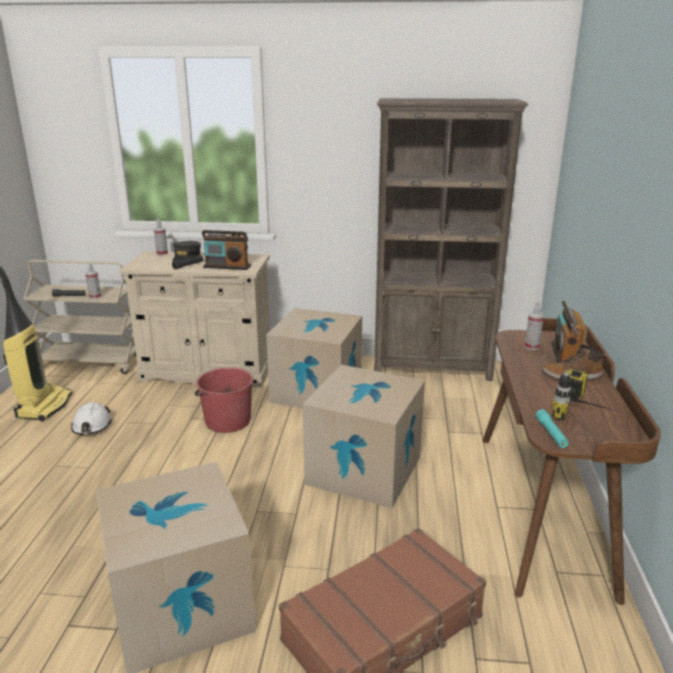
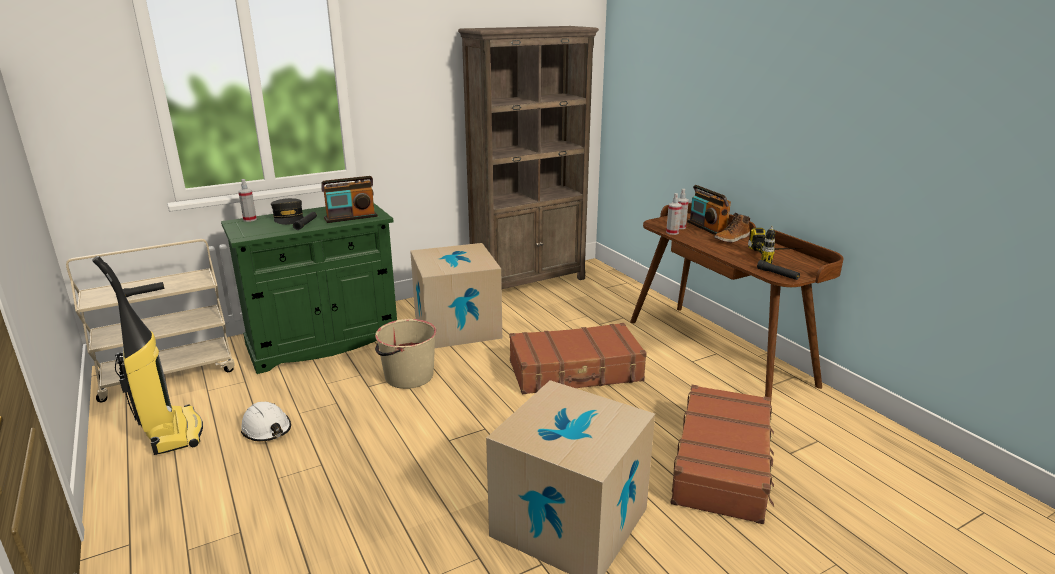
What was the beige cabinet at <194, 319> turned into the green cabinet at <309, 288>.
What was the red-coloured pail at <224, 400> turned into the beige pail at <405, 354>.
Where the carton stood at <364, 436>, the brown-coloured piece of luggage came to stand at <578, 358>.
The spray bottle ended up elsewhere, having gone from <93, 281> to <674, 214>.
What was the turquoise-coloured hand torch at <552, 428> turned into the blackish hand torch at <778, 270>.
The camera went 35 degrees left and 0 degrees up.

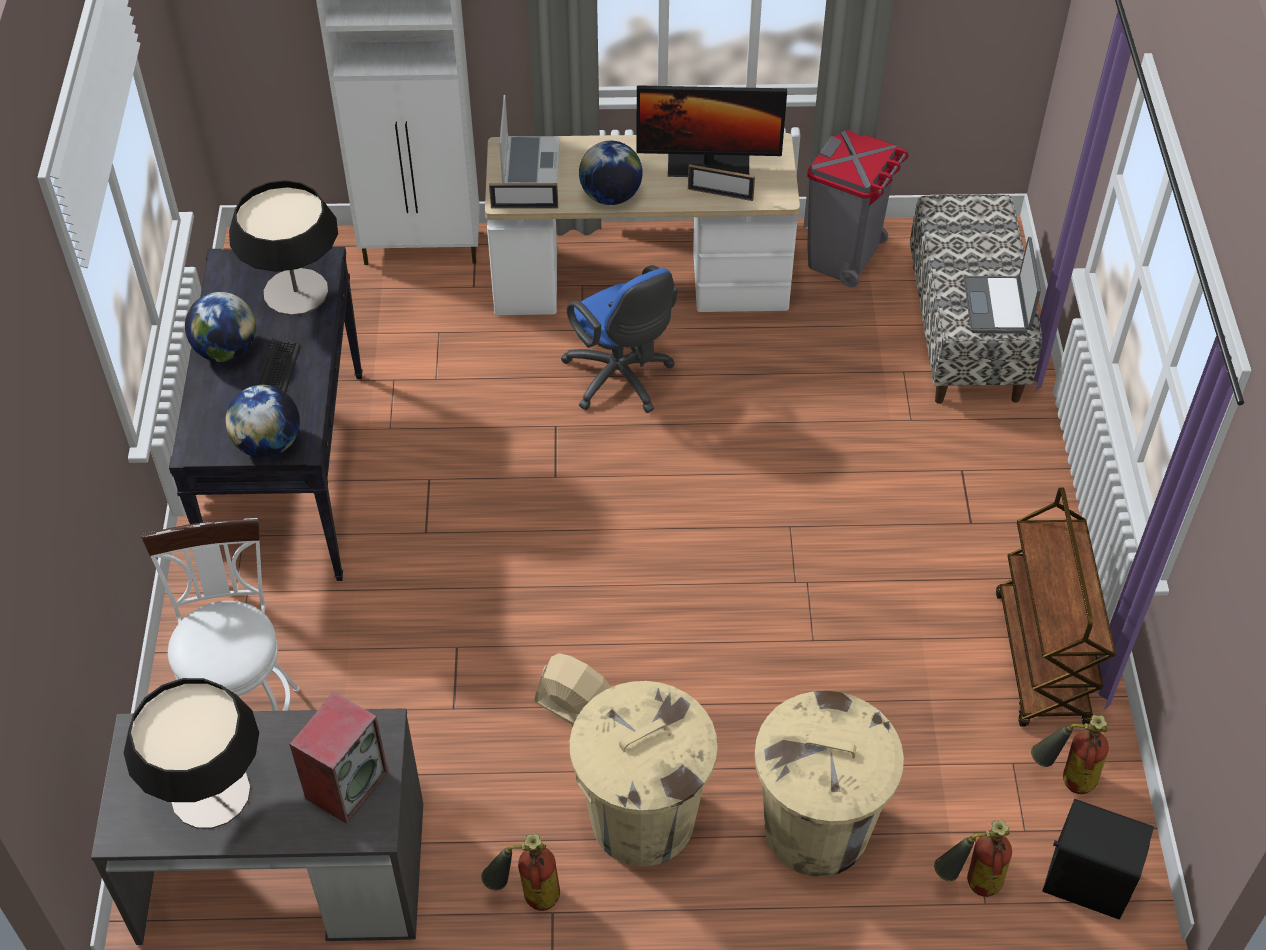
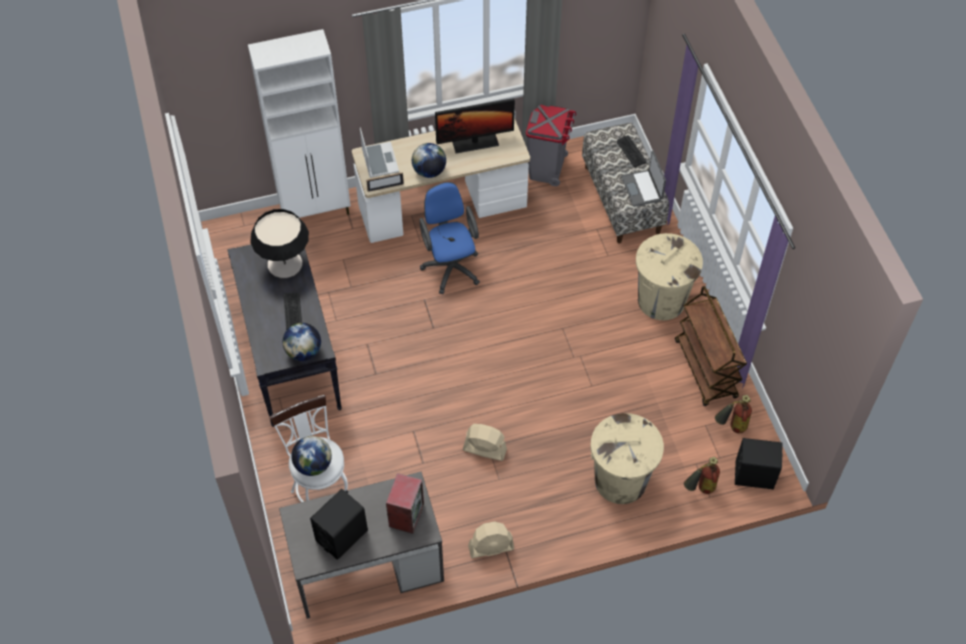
The world globe ended up elsewhere, having gone from <221, 327> to <311, 456>.
Where the tabletop lamp stood at <191, 753>, the blackish audio speaker came to stand at <339, 524>.
The bluish office chair at <619, 339> ended up facing another way, 150 degrees counterclockwise from before.
Where the fire-fighting cylinder stood at <520, 872>, the beige cooling fan came to stand at <491, 539>.
The second view gained the PC keyboard at <631, 151>.
The beige rubbish bin ended up elsewhere, having gone from <643, 773> to <669, 276>.
The second view lost the photo frame at <721, 182>.
The camera went 15 degrees left and 5 degrees up.

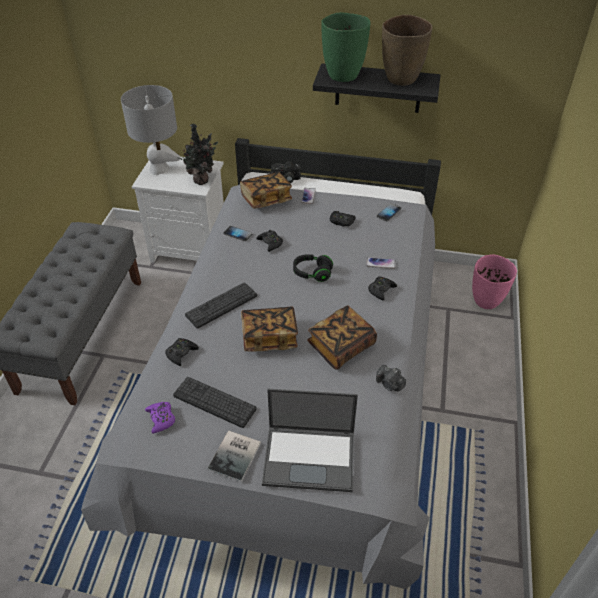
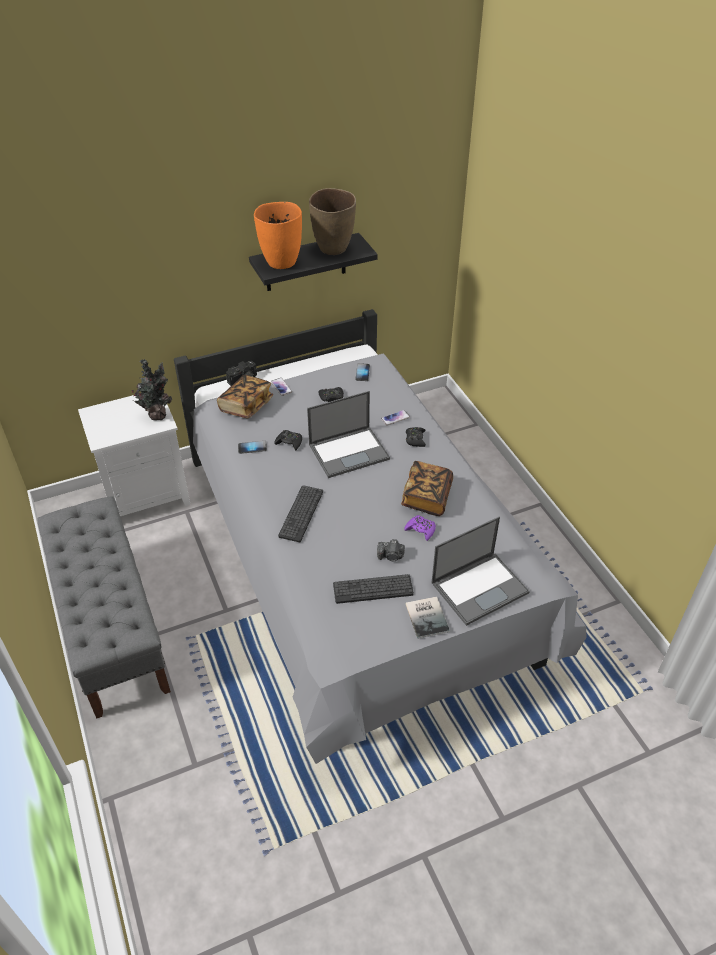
What was the green flower vase at <345, 47> turned into the orangey flower vase at <278, 235>.
Where the blackish headset stood at <313, 268>, the notebook computer came to stand at <348, 434>.
The still camera ended up elsewhere, having gone from <391, 378> to <391, 550>.
The purple-coloured gamepad ended up elsewhere, having gone from <160, 418> to <420, 528>.
The second view lost the gray tabletop lamp at <150, 130>.
The second view lost the blackish gamepad at <182, 352>.
The second view lost the bound book at <269, 329>.
The second view lost the pink-coloured flower vase at <494, 281>.
The camera went 35 degrees left and 0 degrees up.

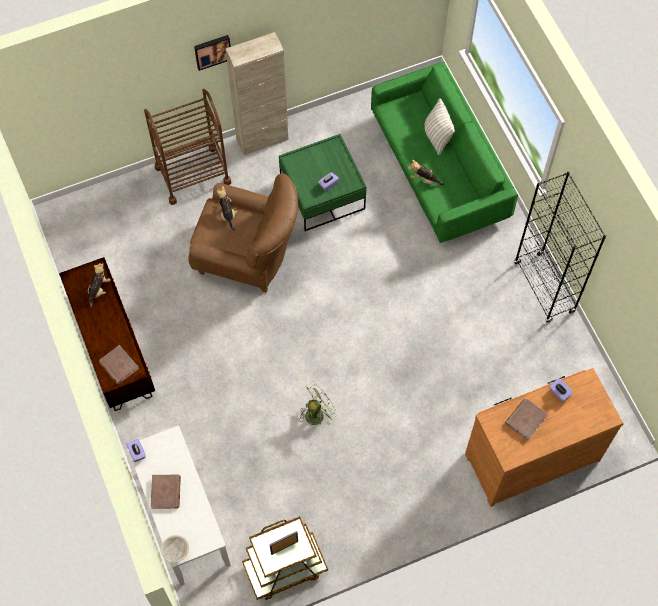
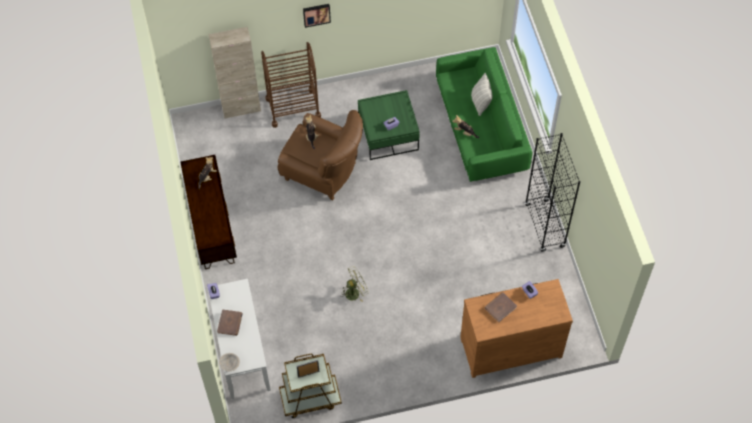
The beige cabinet ended up elsewhere, having gone from <257, 94> to <234, 73>.
The second view lost the brown-coloured bound book at <119, 364>.
The camera went 10 degrees right and 5 degrees down.

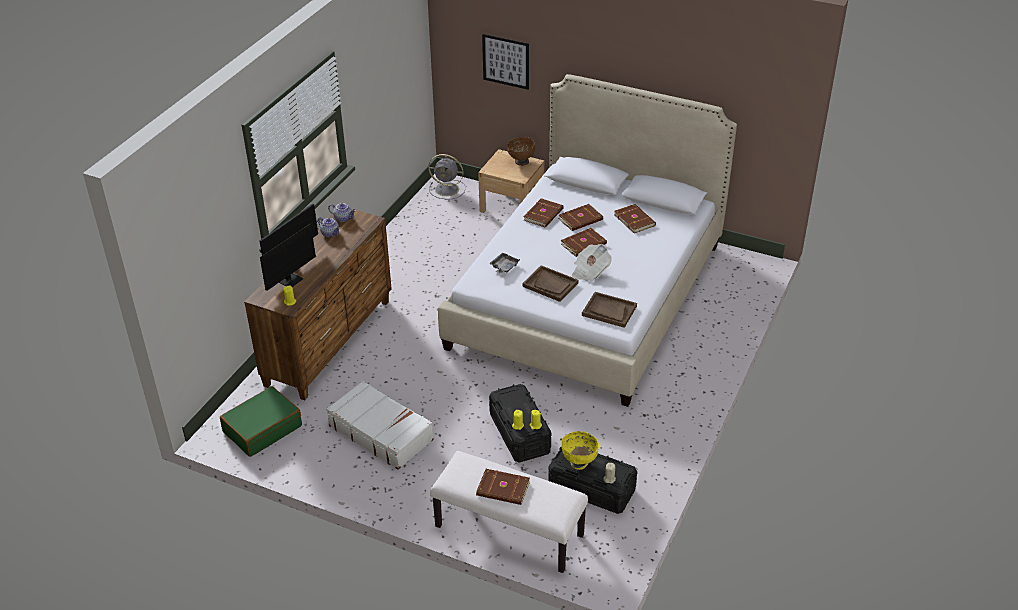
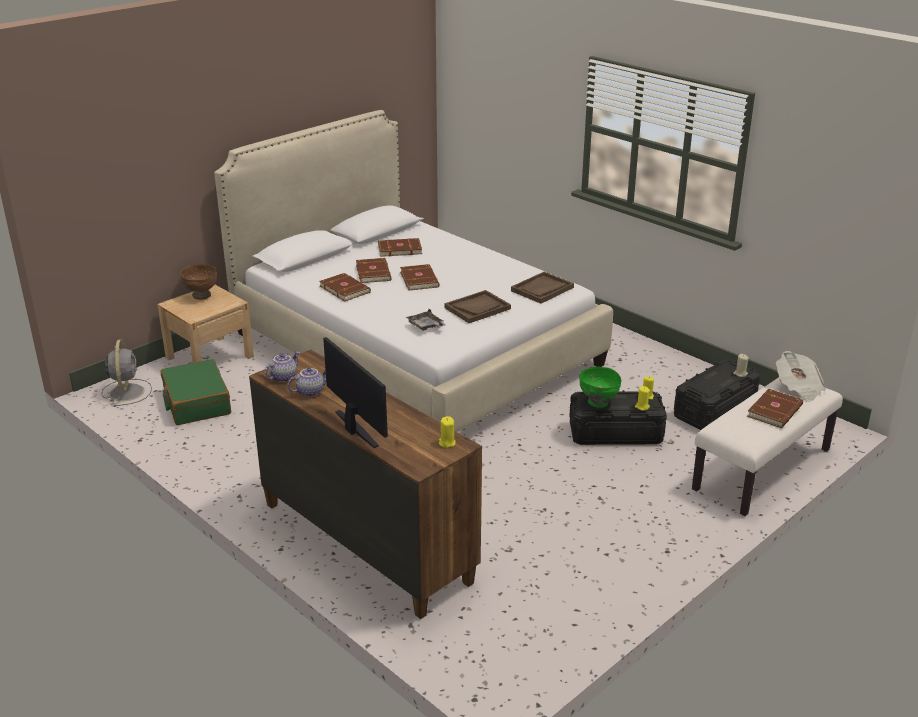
The gray cooling fan at <447, 176> ended up facing another way, 45 degrees counterclockwise from before.
The green piece of luggage ended up elsewhere, having gone from <261, 421> to <196, 392>.
The second view gained the green bowl at <600, 387>.
The printed paper ended up elsewhere, having gone from <592, 263> to <801, 376>.
The second view lost the computer display at <293, 256>.
The second view lost the whitish piece of luggage at <380, 425>.
The second view lost the wall picture at <505, 62>.
The second view lost the yellowish bowl at <580, 450>.
The camera went 70 degrees left and 10 degrees down.

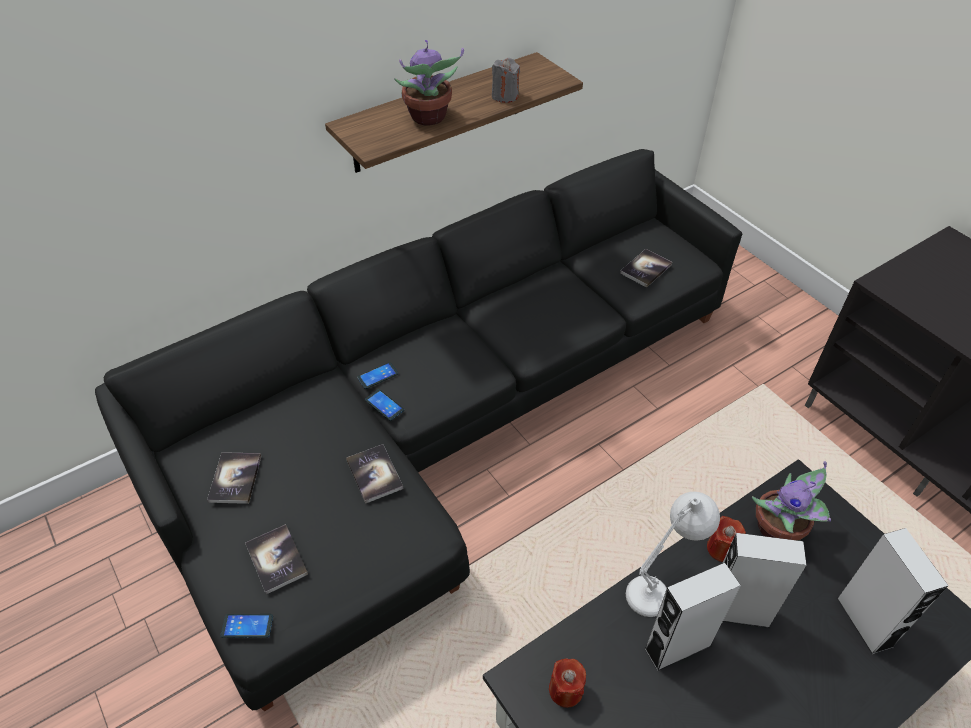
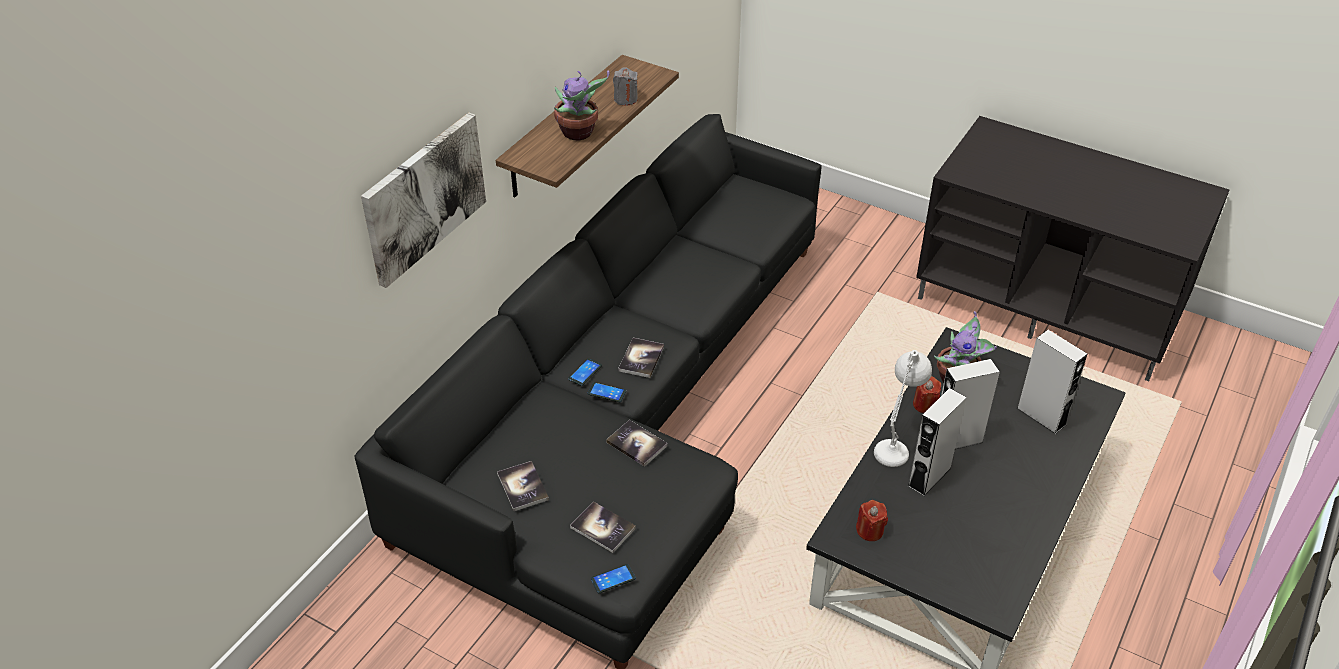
The second view gained the wall picture at <423, 200>.
The bound book ended up elsewhere, having gone from <646, 268> to <641, 358>.
The camera went 25 degrees left and 5 degrees down.

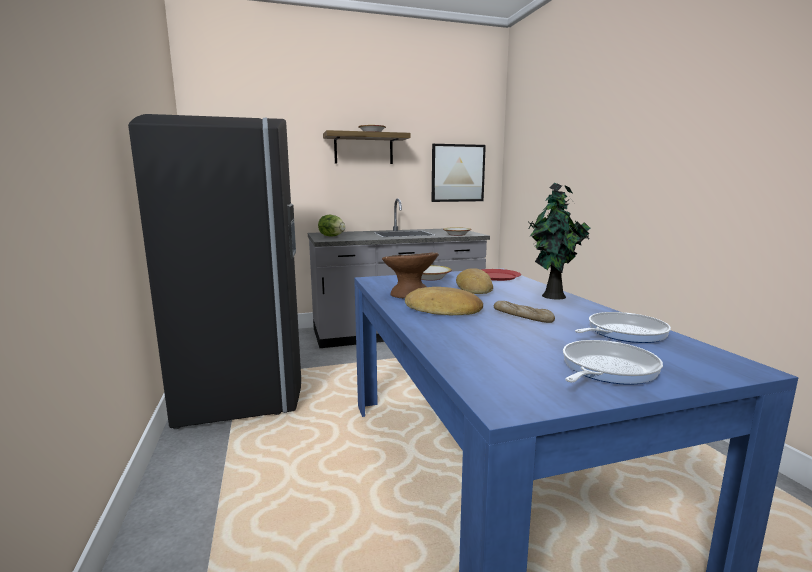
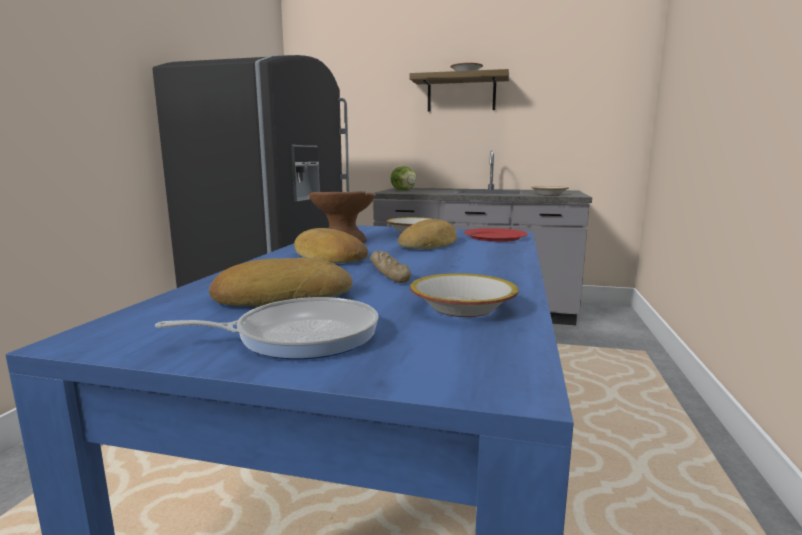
The second view gained the bakery bread at <281, 282>.
Where the frying pan stood at <623, 327>, the bowl came to stand at <464, 295>.
The second view lost the wall picture at <459, 173>.
The second view lost the houseplant at <559, 240>.
The camera went 30 degrees right and 0 degrees up.

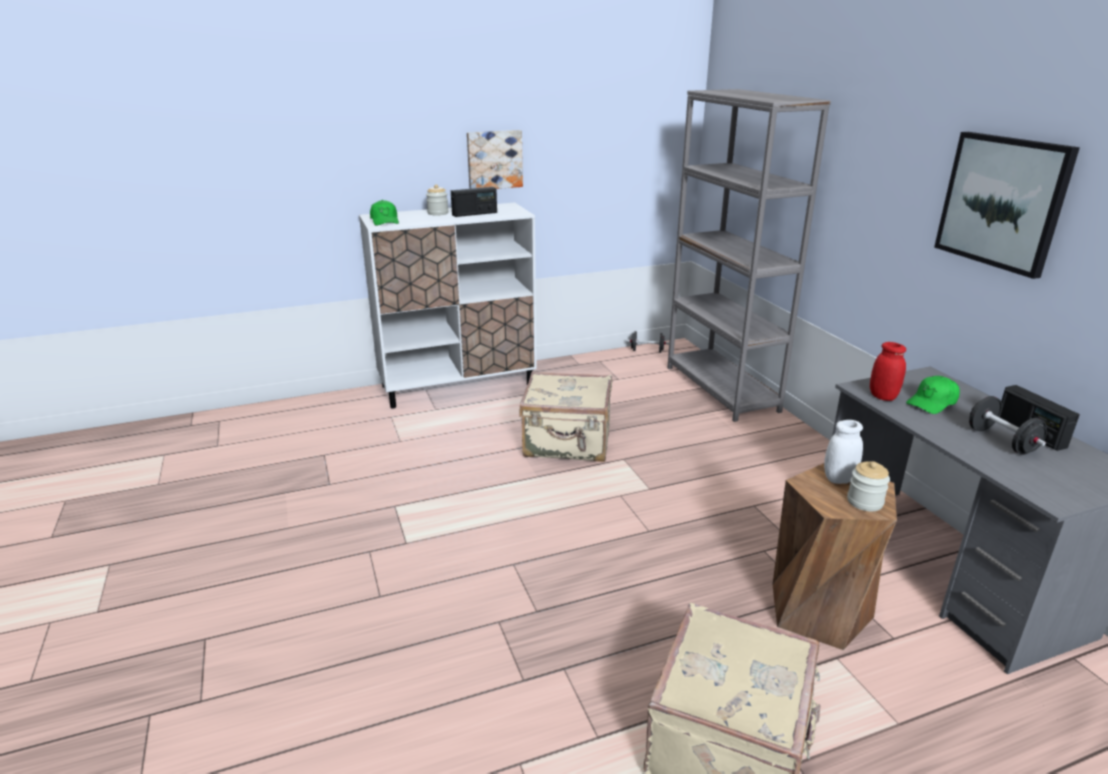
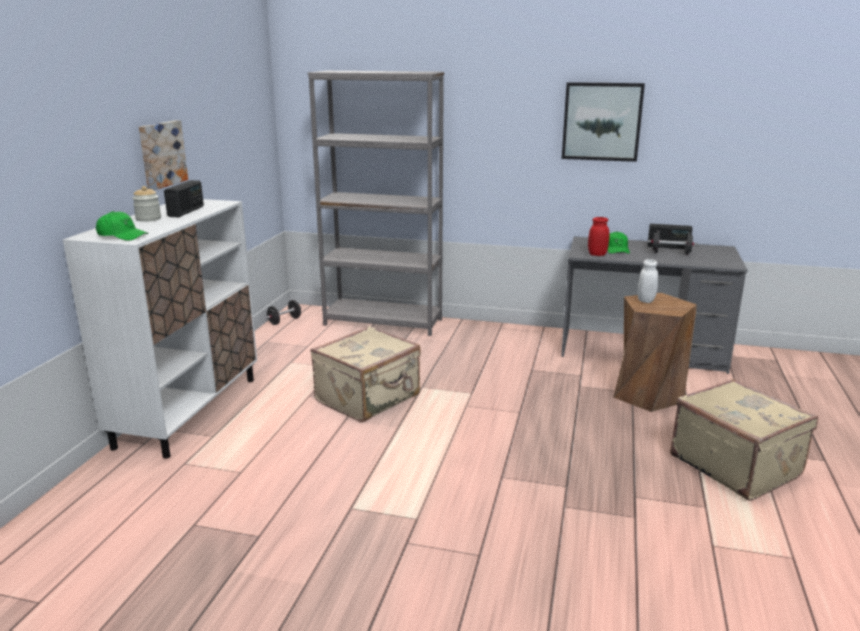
The second view lost the storage jar at <868, 486>.
The camera went 55 degrees left and 5 degrees down.

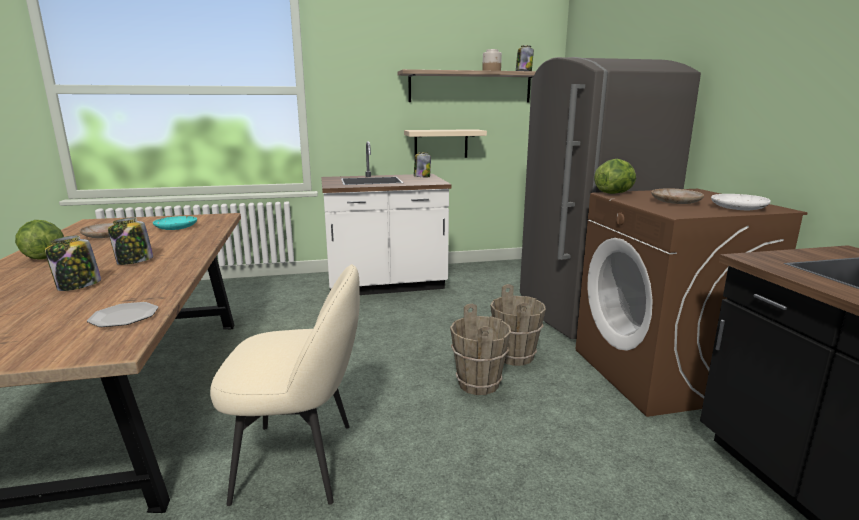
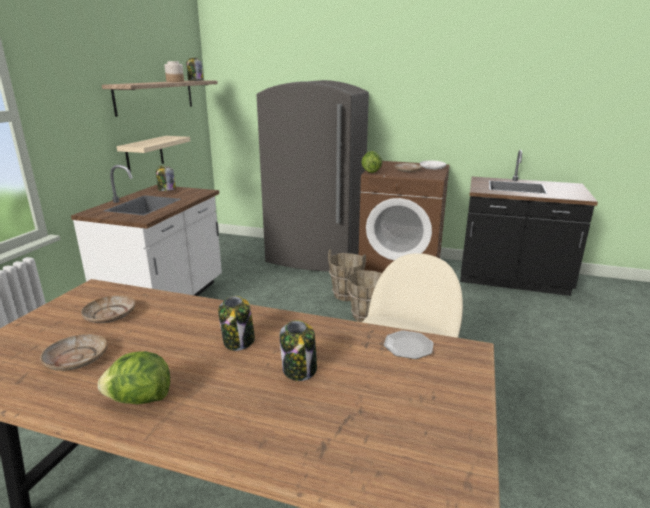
What was the turquoise-coloured plate at <175, 223> turned into the beige plate at <108, 309>.
The camera went 60 degrees left and 5 degrees up.

